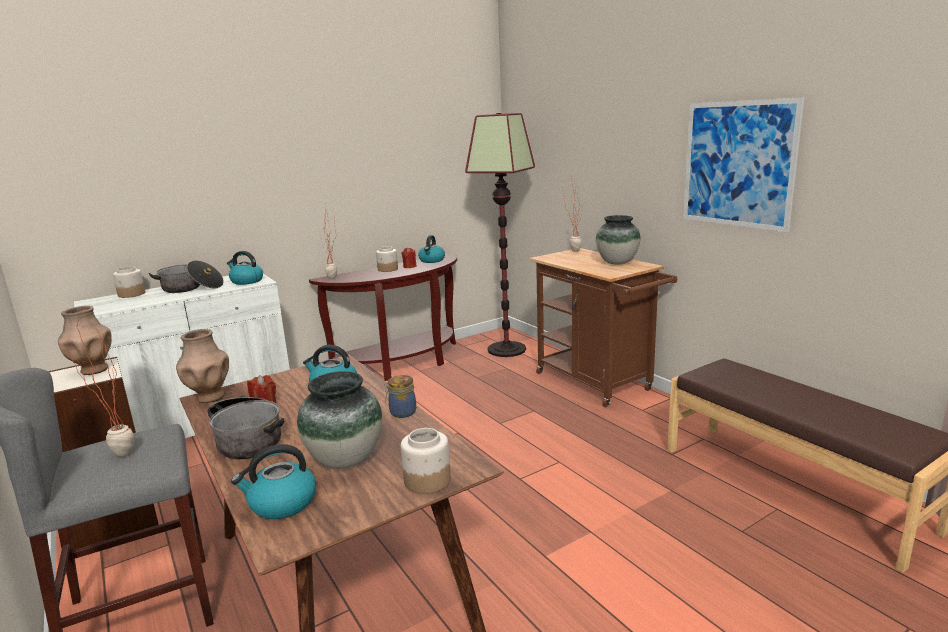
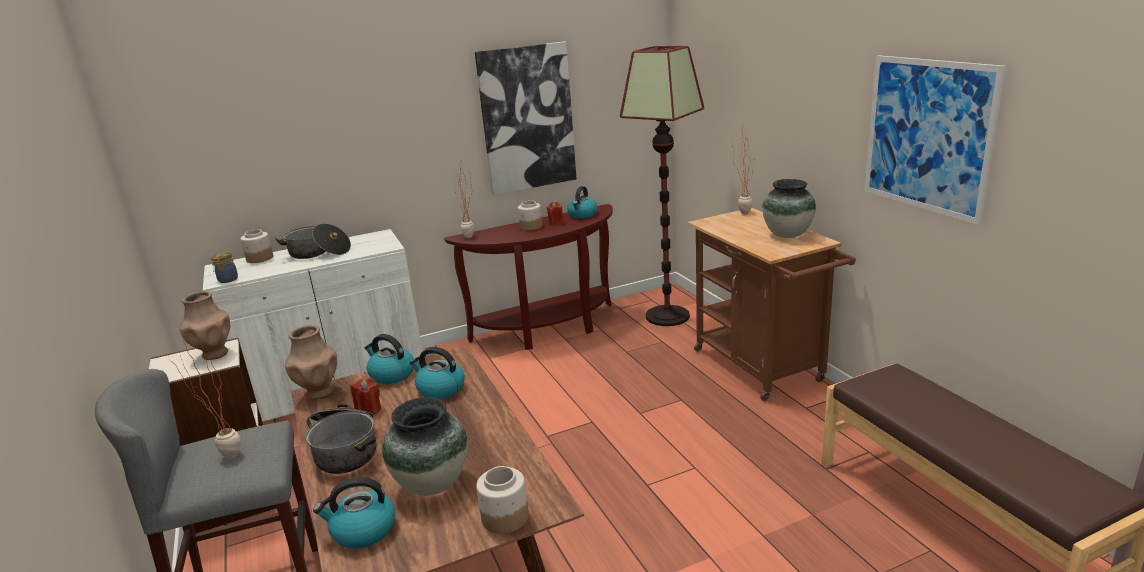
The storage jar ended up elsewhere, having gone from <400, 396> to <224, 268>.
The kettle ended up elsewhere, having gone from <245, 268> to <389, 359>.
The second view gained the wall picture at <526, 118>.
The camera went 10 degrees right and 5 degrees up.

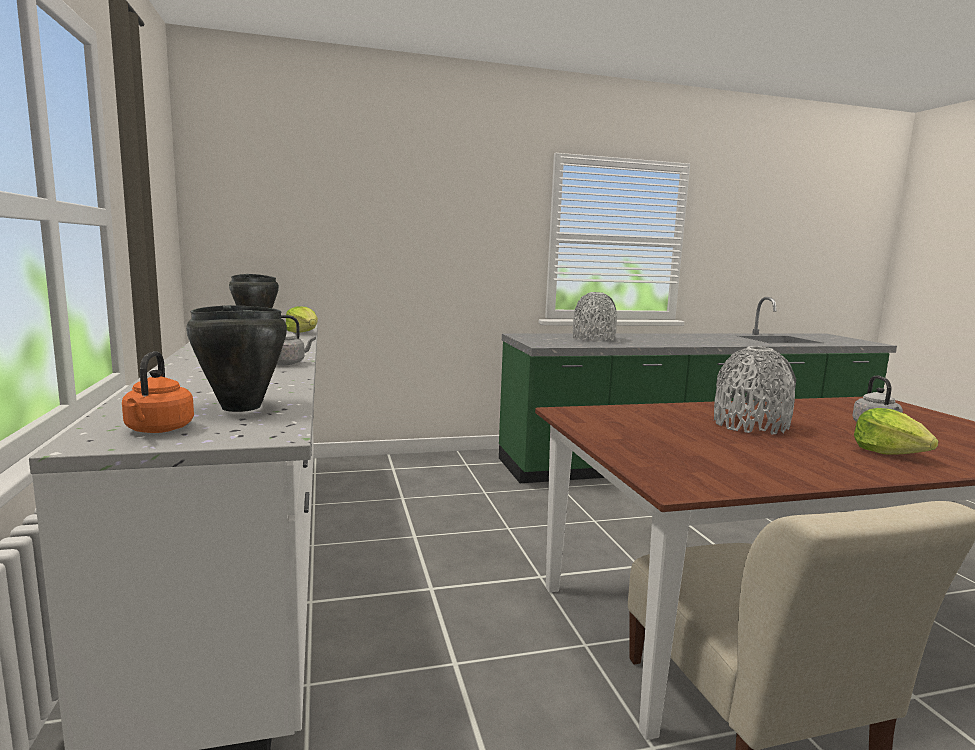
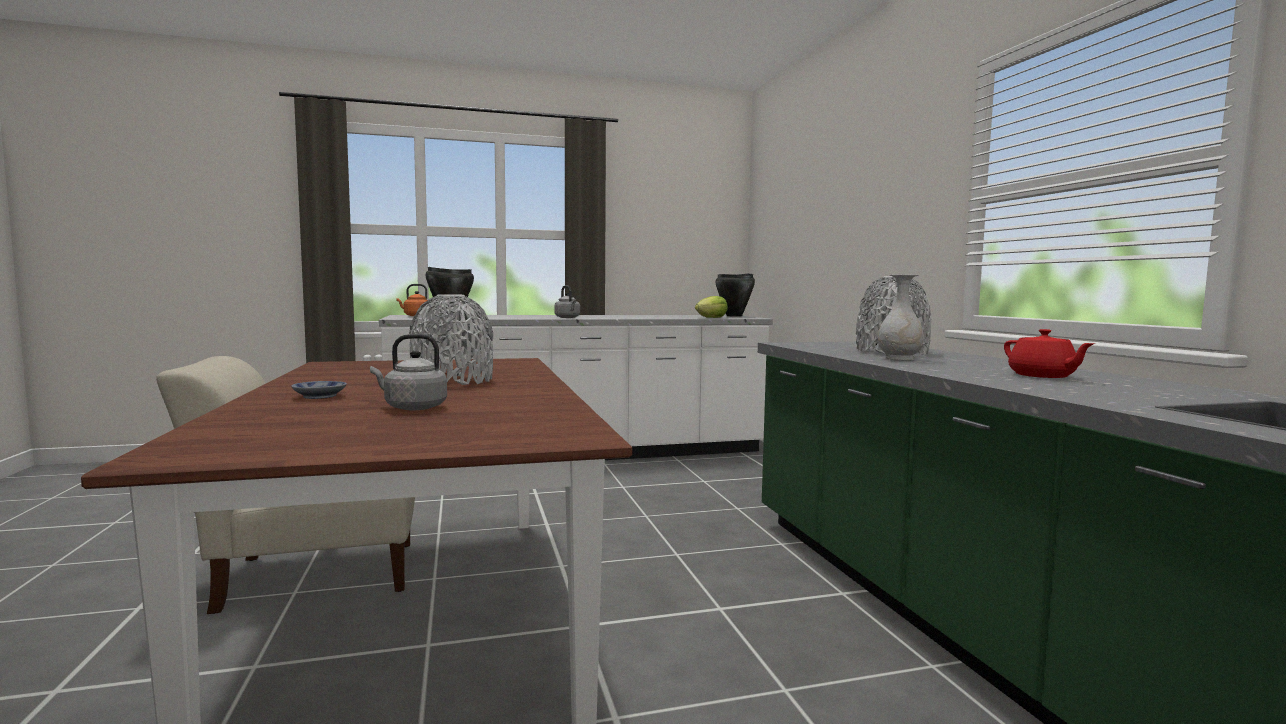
Where the head of lettuce stood at <896, 431>, the bowl came to stand at <319, 390>.
The second view gained the whitish flower vase at <901, 317>.
The second view gained the red-coloured pot for tea at <1049, 353>.
The camera went 90 degrees right and 5 degrees down.

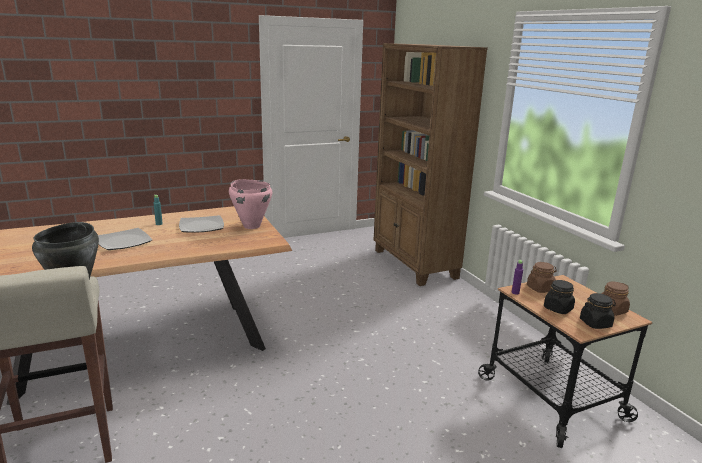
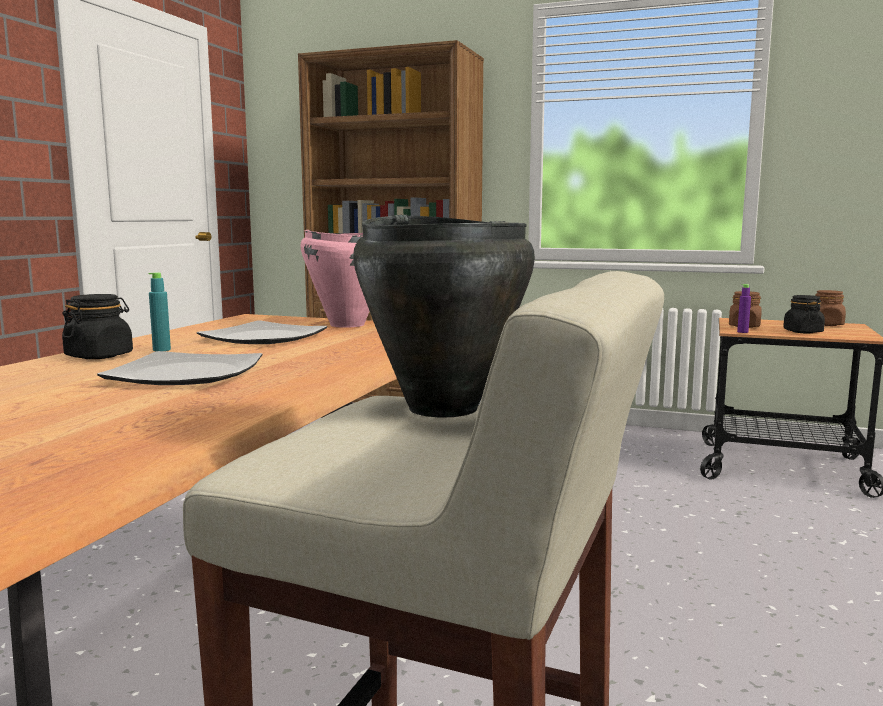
The blackish storage jar ended up elsewhere, having gone from <598, 311> to <97, 326>.
The camera went 45 degrees left and 10 degrees down.

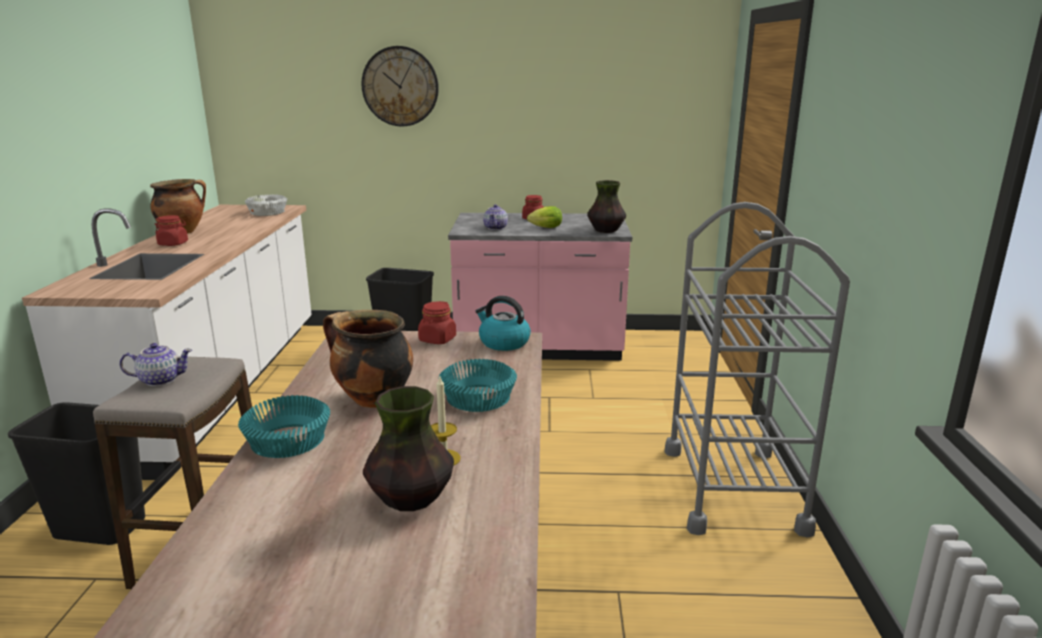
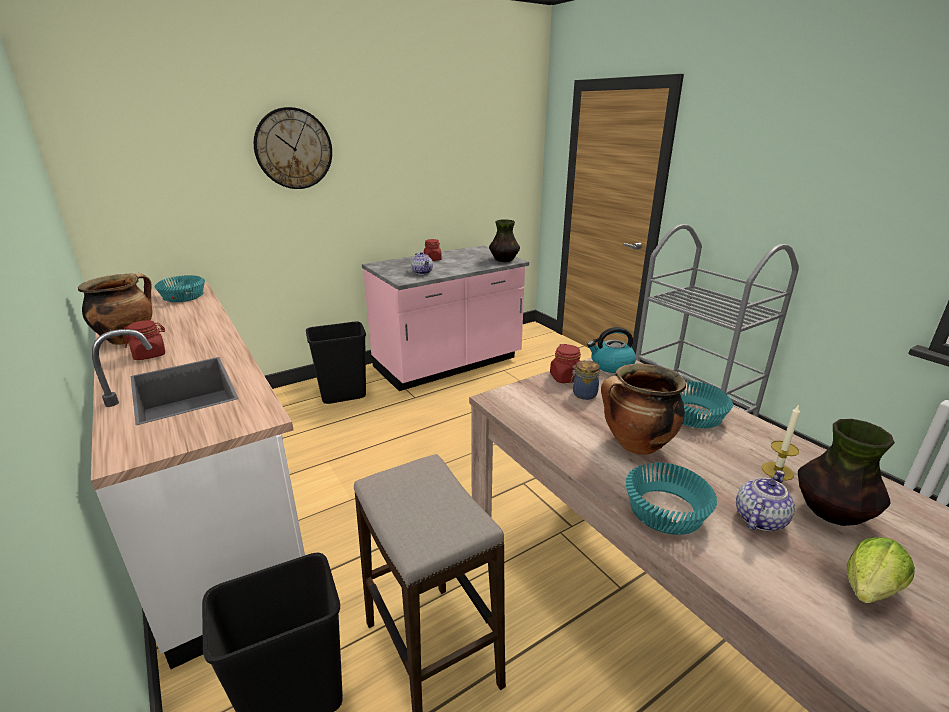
What was the whitish bowl at <266, 205> turned into the turquoise-coloured bowl at <179, 288>.
The second view gained the storage jar at <585, 380>.
The pot for tea ended up elsewhere, having gone from <156, 364> to <765, 500>.
The head of lettuce ended up elsewhere, having gone from <544, 217> to <881, 570>.
The camera went 35 degrees left and 5 degrees up.

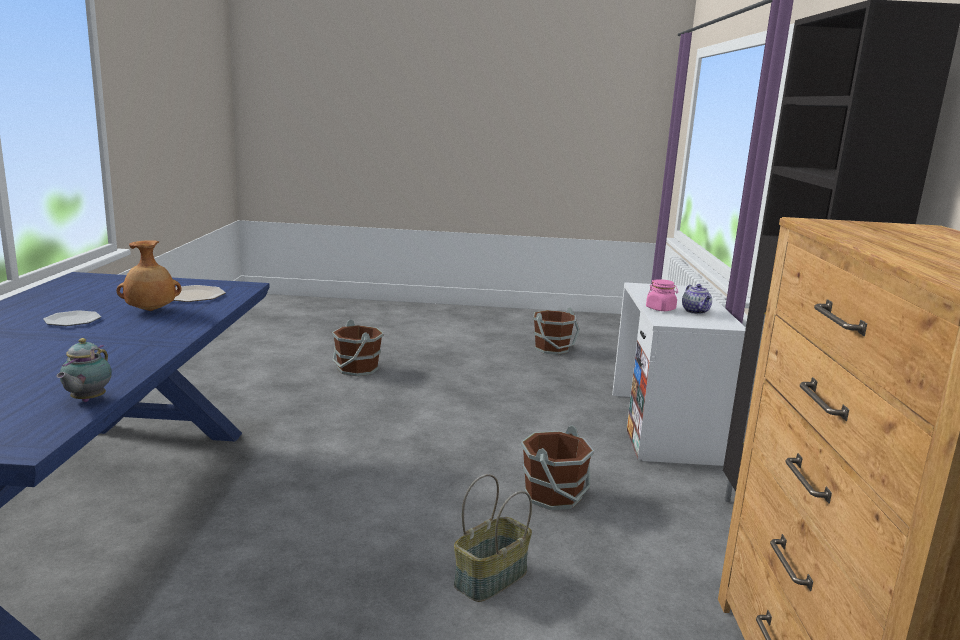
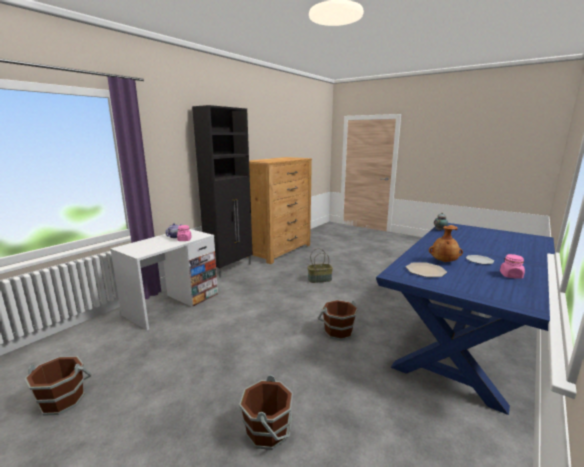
The brown-coloured pail ended up elsewhere, having gone from <557, 467> to <338, 320>.
The second view gained the pink-coloured storage jar at <512, 266>.
The camera went 145 degrees left and 0 degrees up.

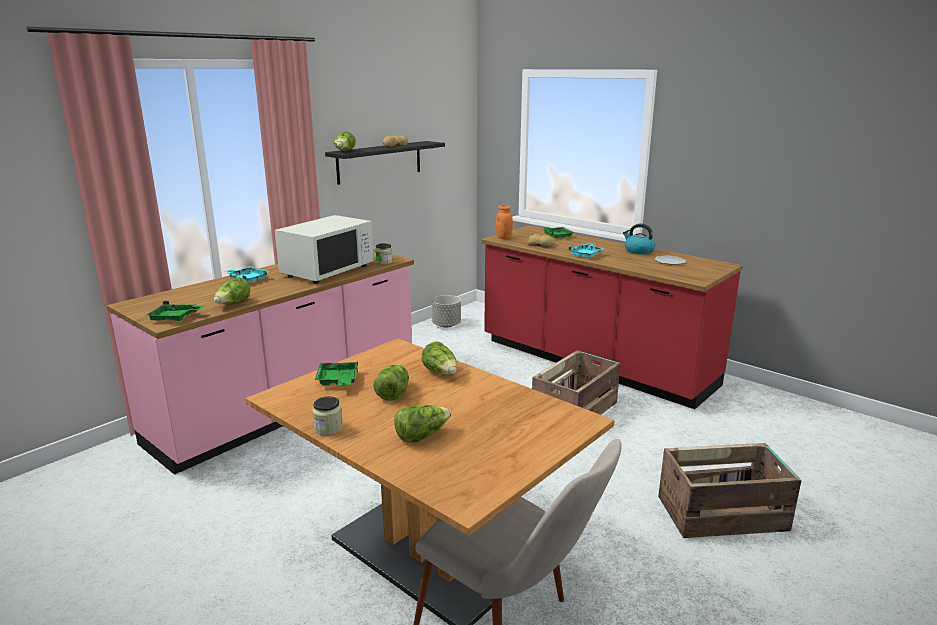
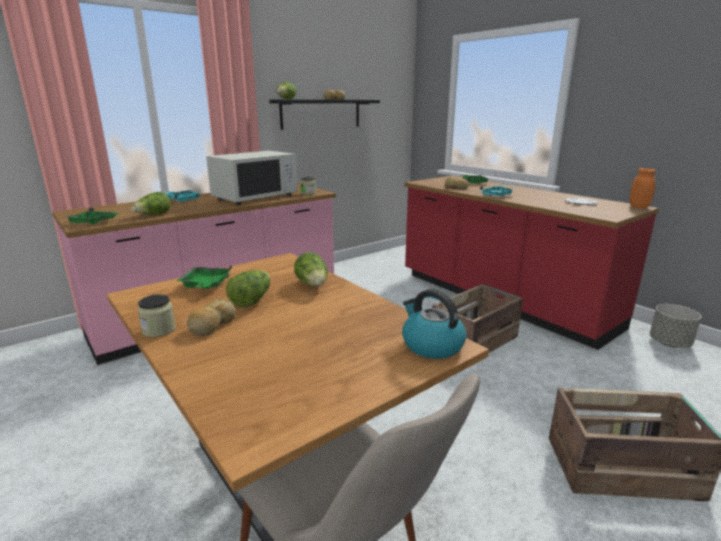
The second view gained the bakery bread at <211, 317>.
The kettle ended up elsewhere, having gone from <639, 239> to <434, 324>.
The orangey storage jar ended up elsewhere, having gone from <504, 222> to <643, 188>.
The gray plant pot ended up elsewhere, having gone from <446, 311> to <675, 326>.
The second view lost the head of lettuce at <422, 424>.
The camera went 10 degrees right and 0 degrees up.

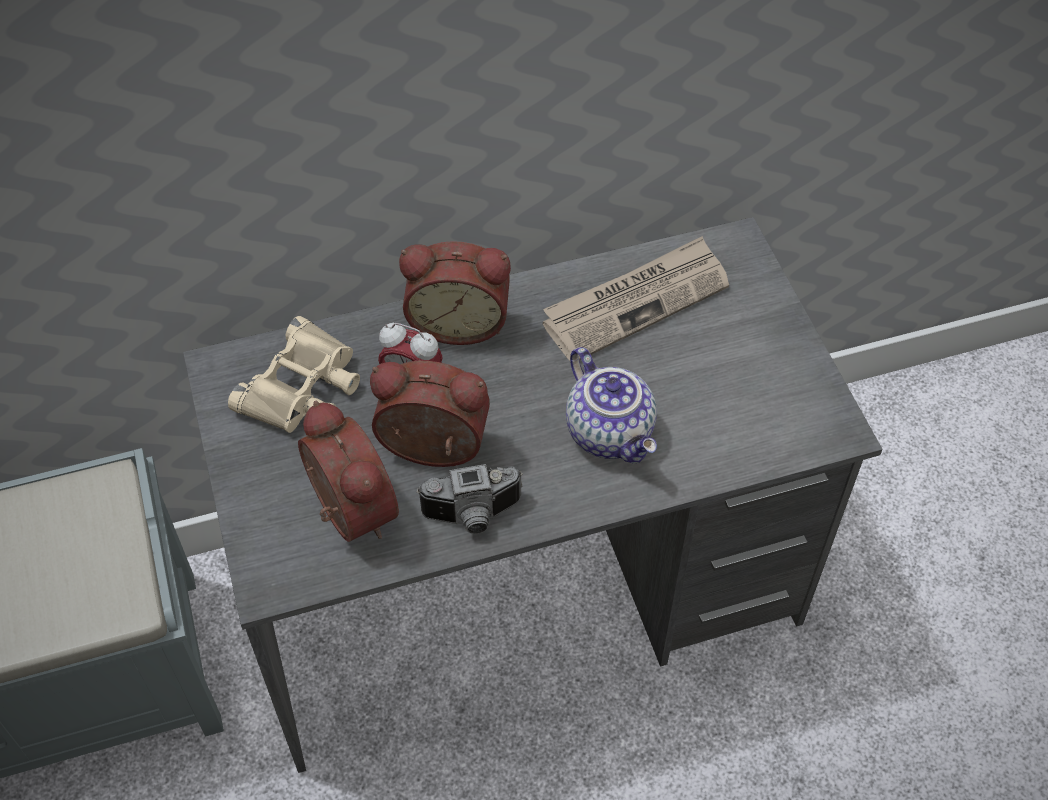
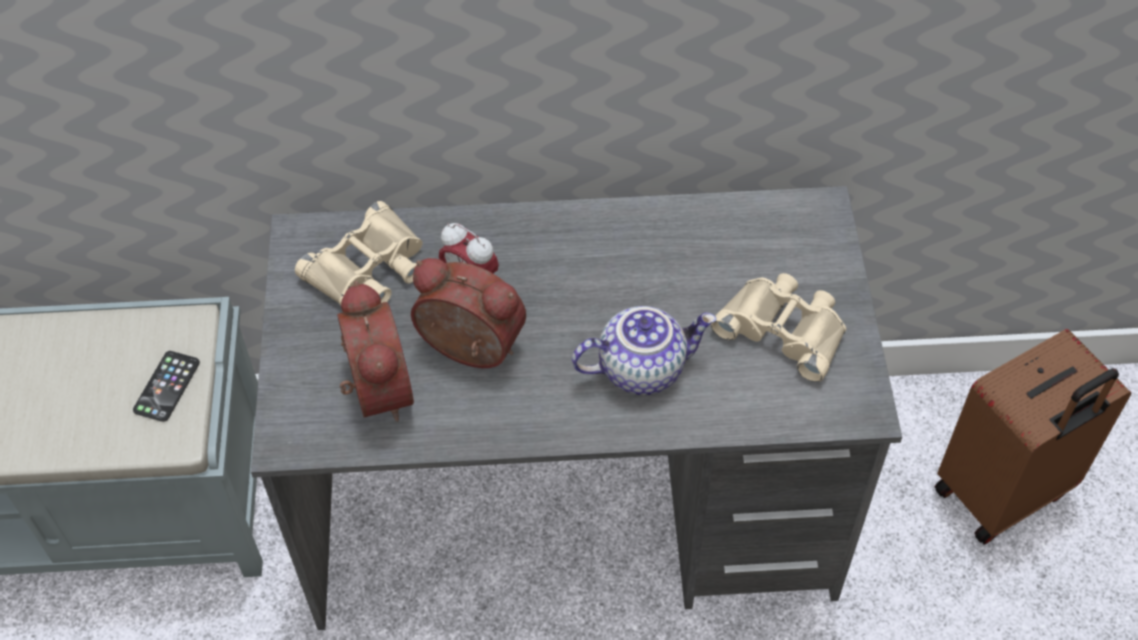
The second view gained the telephone at <166, 386>.
The pot for tea at <611, 405> ended up facing another way, 90 degrees counterclockwise from before.
The second view gained the beige field glasses at <778, 327>.
The second view gained the brown-coloured piece of luggage at <1033, 437>.
The second view lost the alarm clock at <455, 293>.
The second view lost the still camera at <469, 499>.
The second view lost the printed paper at <636, 298>.
The camera went 15 degrees right and 0 degrees up.

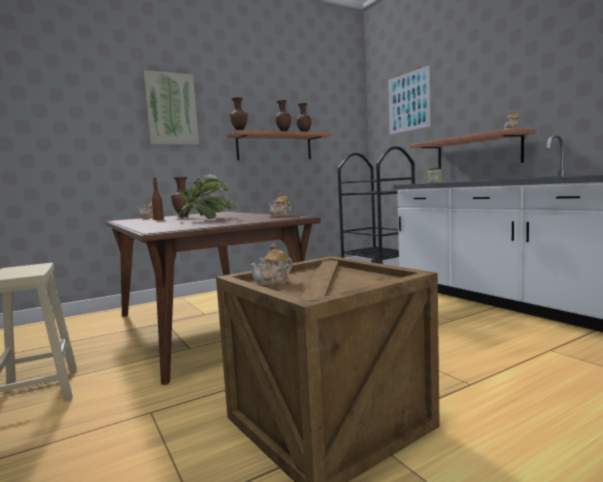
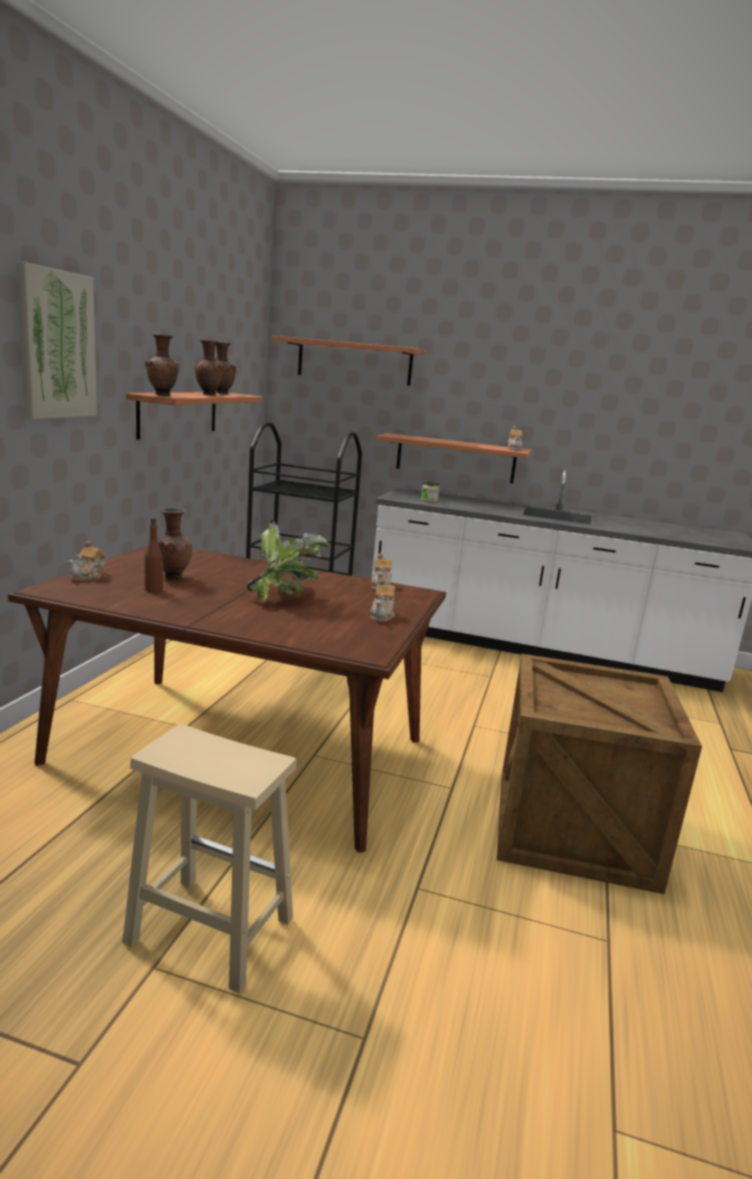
Where the wall picture hung at <409, 100>, the bracket shelf came to hang at <349, 361>.
The pot for tea ended up elsewhere, having gone from <271, 265> to <382, 600>.
The camera went 45 degrees left and 10 degrees up.

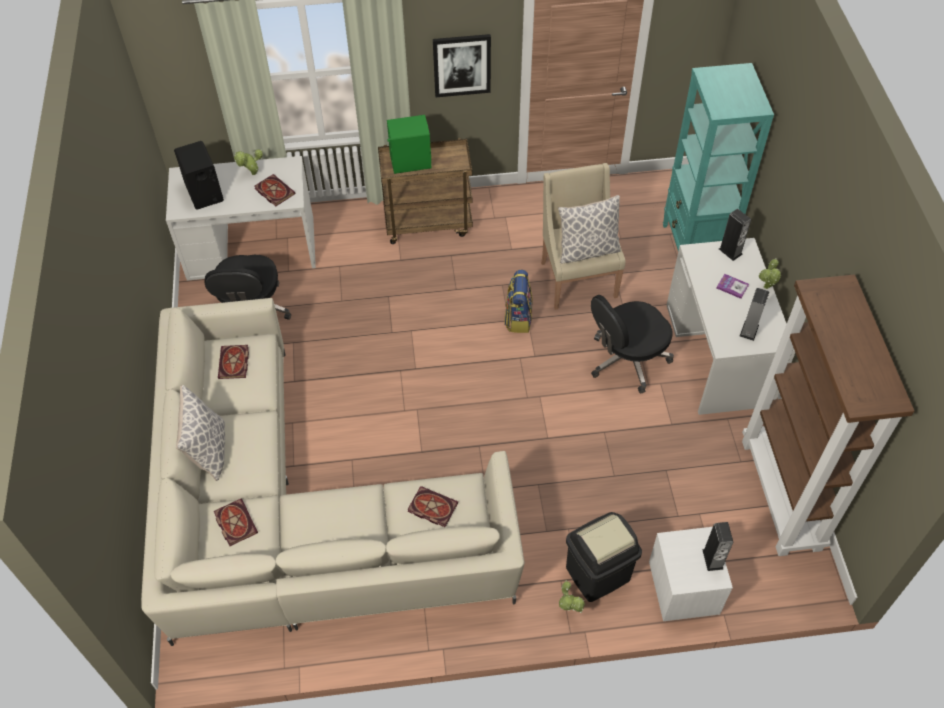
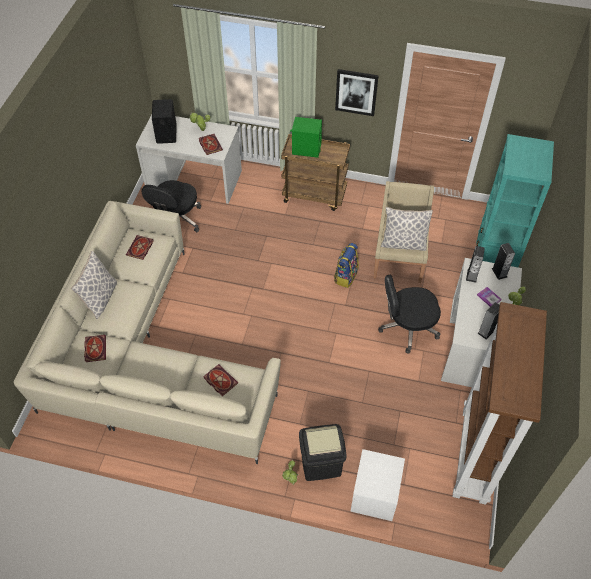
The audio speaker ended up elsewhere, having gone from <717, 546> to <475, 264>.
The camera went 20 degrees right and 0 degrees up.

